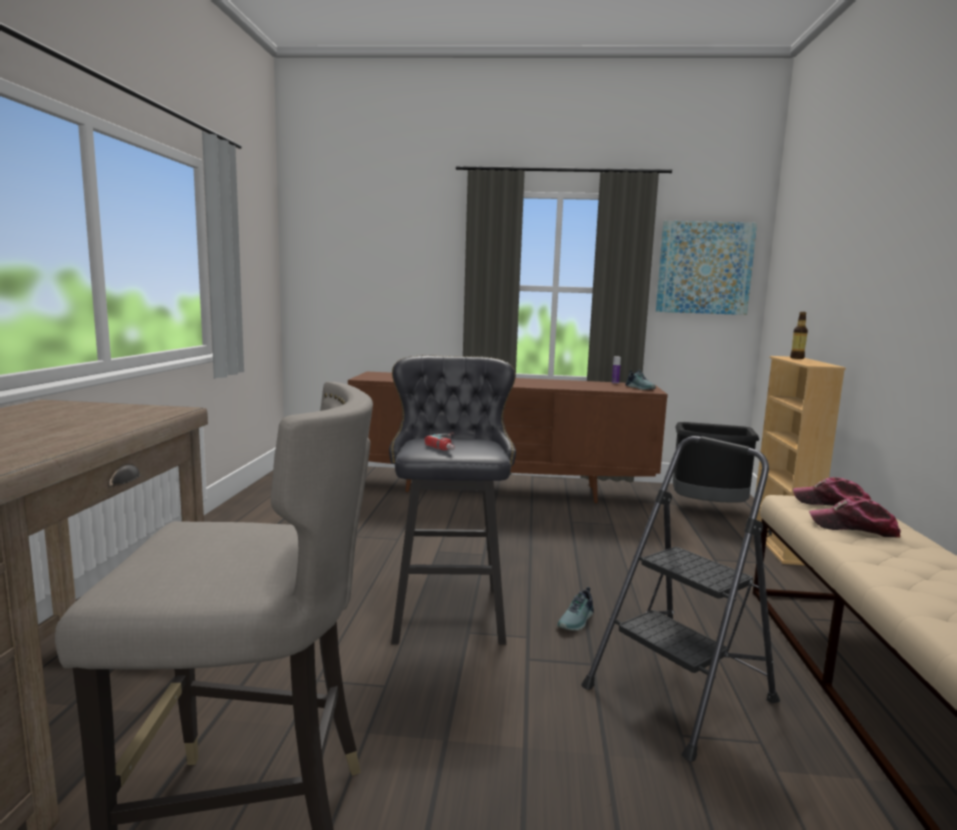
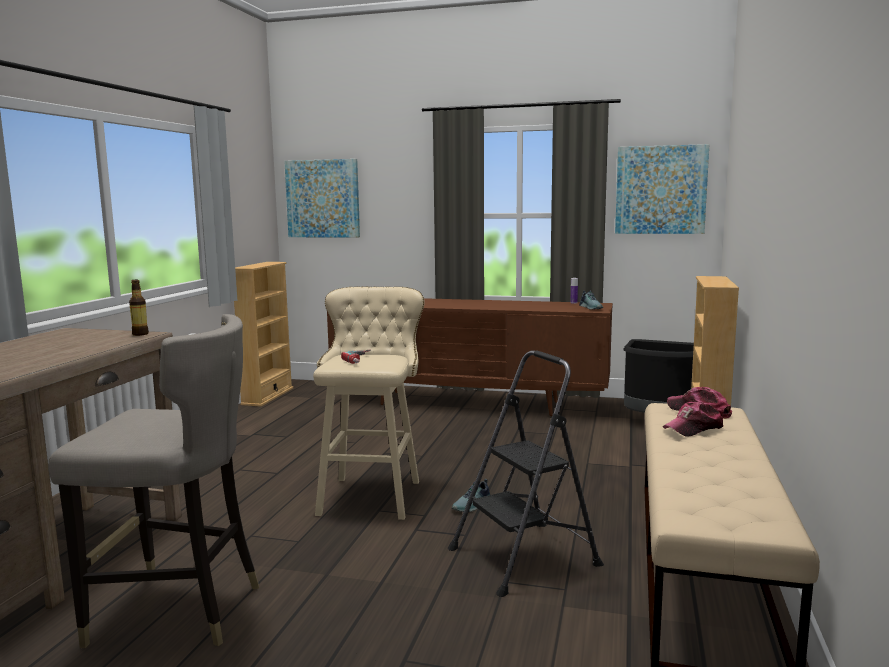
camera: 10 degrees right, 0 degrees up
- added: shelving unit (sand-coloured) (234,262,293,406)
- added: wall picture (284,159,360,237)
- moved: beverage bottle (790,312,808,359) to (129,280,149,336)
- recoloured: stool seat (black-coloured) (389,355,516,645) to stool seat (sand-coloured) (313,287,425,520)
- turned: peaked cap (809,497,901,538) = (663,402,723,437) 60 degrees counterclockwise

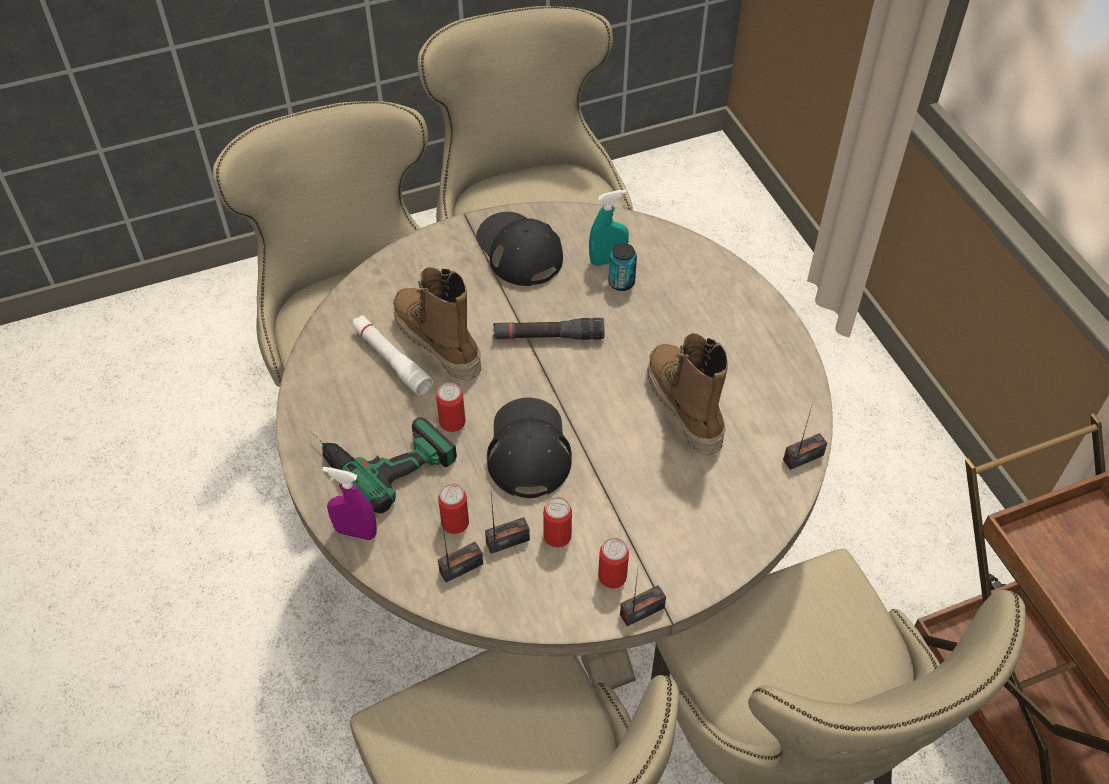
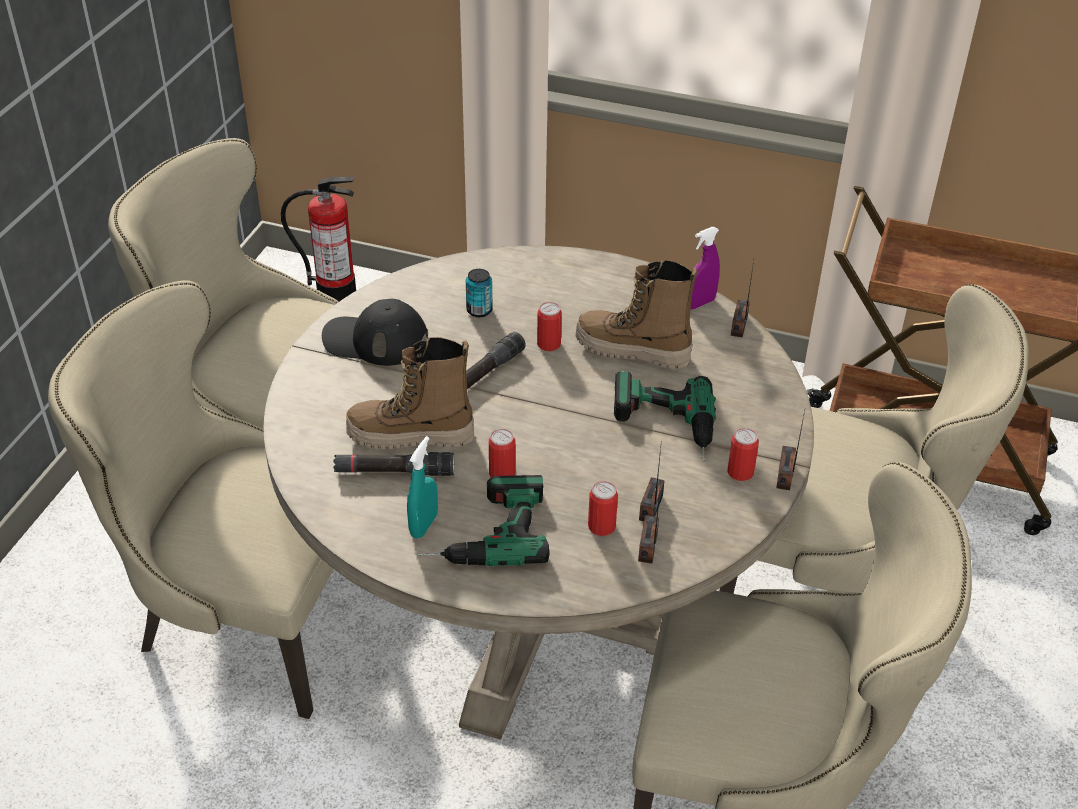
camera: 50 degrees left, 10 degrees down
- removed: peaked cap (black-coloured) (487,397,572,498)
- added: fire extinguisher (281,176,356,301)
- added: electric drill (614,371,716,462)
- moved: spray bottle (purple) (322,467,377,540) to (691,227,720,309)
- moved: can (543,497,572,547) to (537,302,562,351)
- moved: spray bottle (blue-green) (589,189,629,266) to (407,436,438,539)
- recoloured: flashlight (white-coloured) (352,315,433,395) to flashlight (black-coloured) (333,452,454,476)

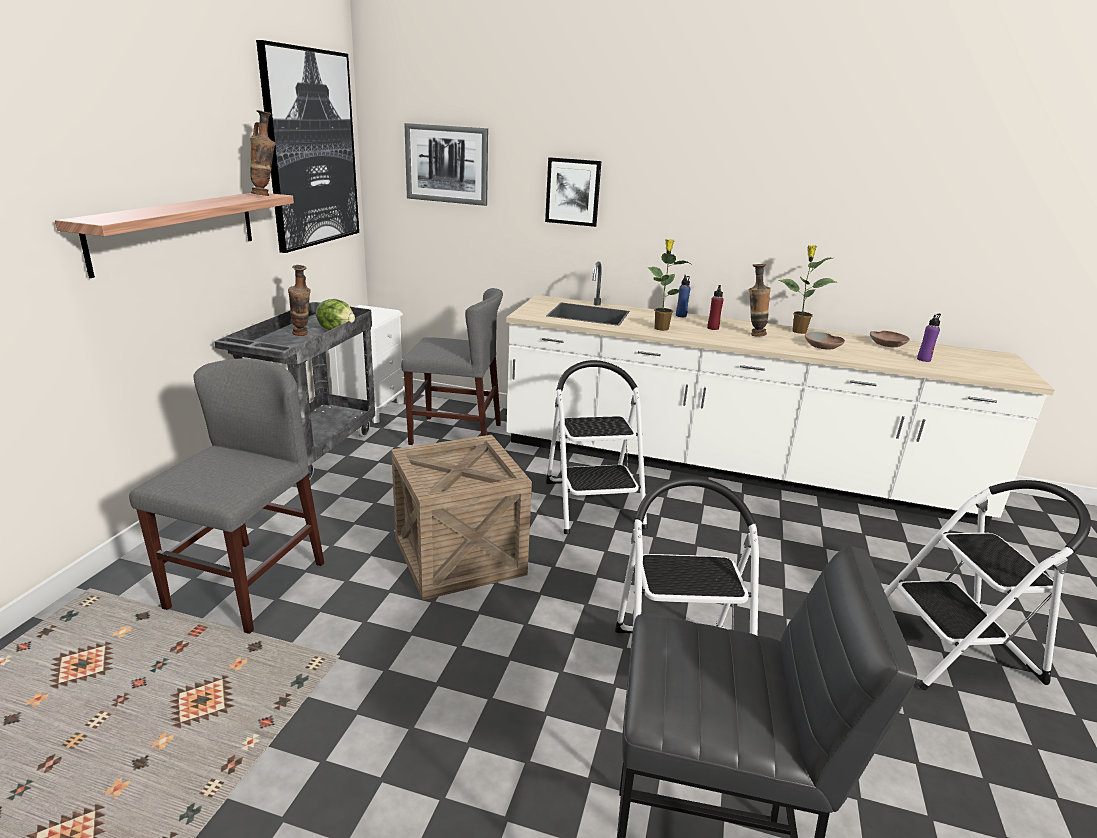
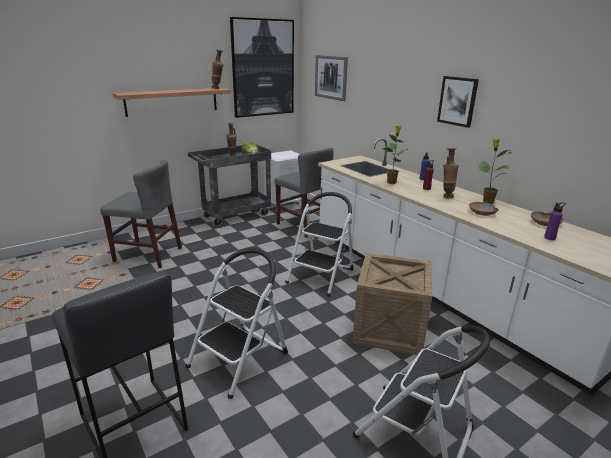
camera: 40 degrees right, 0 degrees up
- moved: packing crate (391,435,532,600) to (352,253,432,355)
- moved: wall picture (545,157,601,227) to (437,76,479,128)
- turned: upright chair (greyish) (129,358,324,634) = (100,160,182,268) 45 degrees clockwise

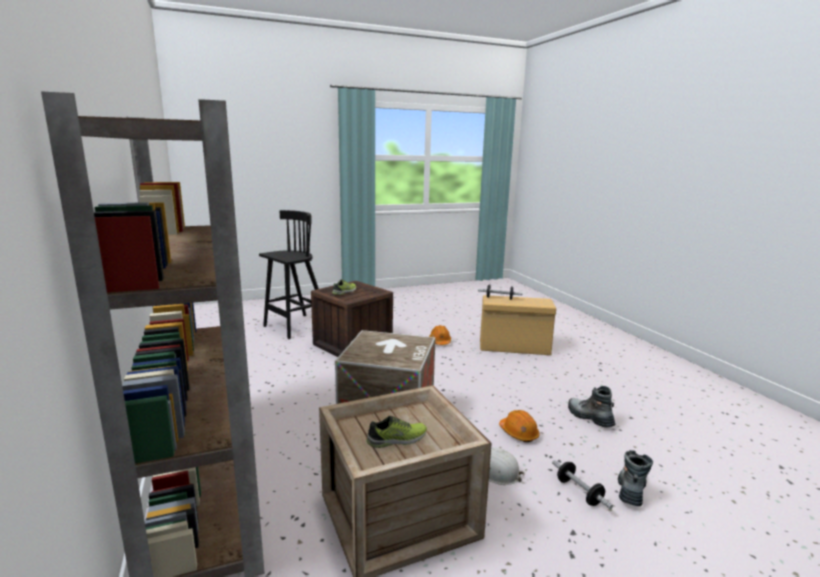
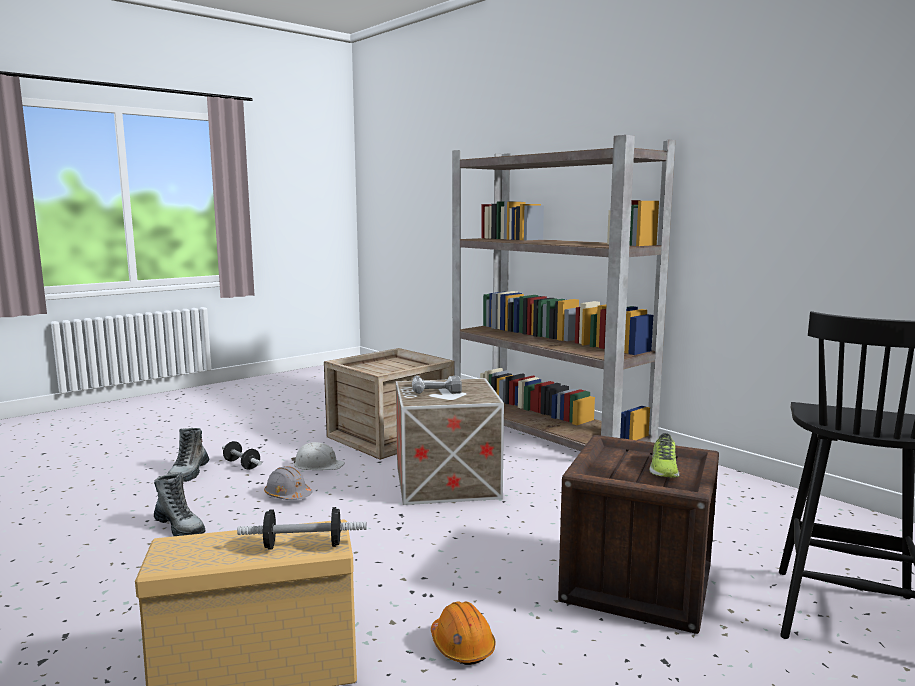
camera: 160 degrees right, 5 degrees down
- removed: low shoe (366,416,427,448)
- added: electric drill (412,375,462,394)
- recoloured: hard hat (orangey) (499,410,540,442) to hard hat (greyish) (264,466,312,500)

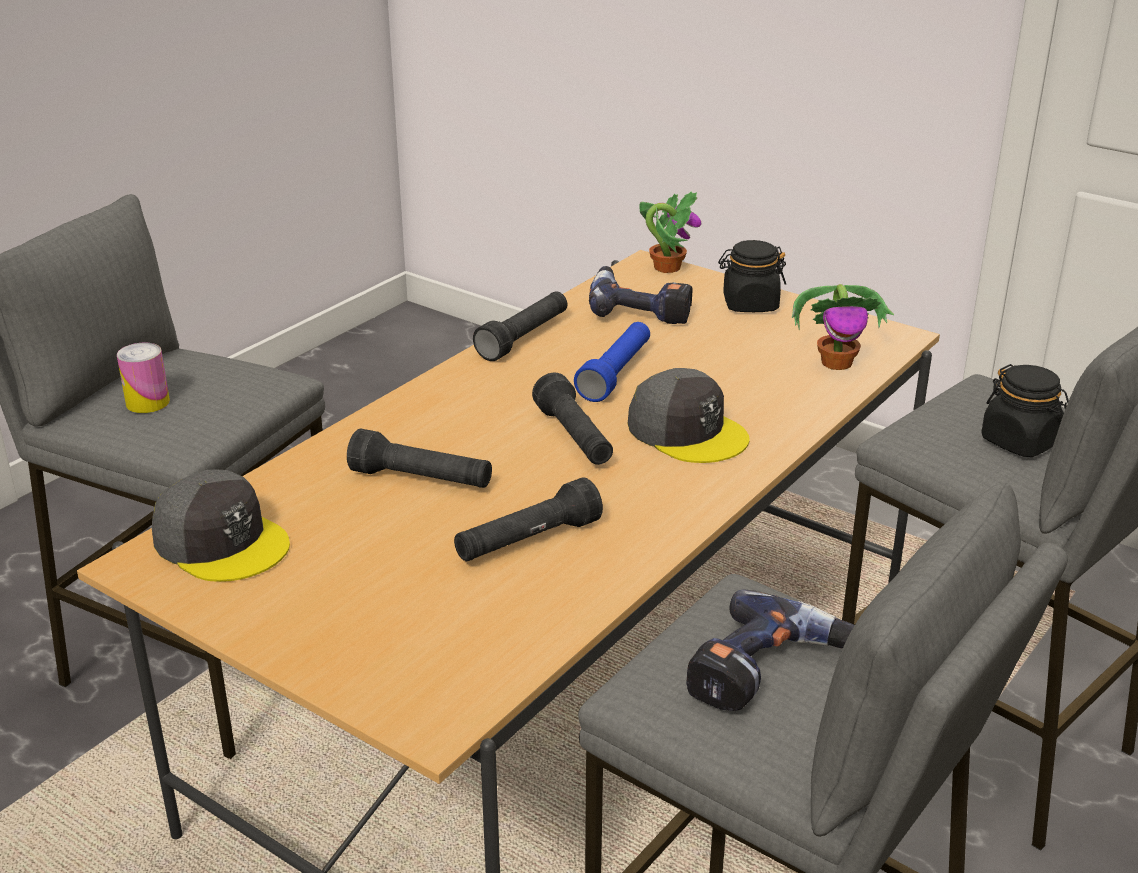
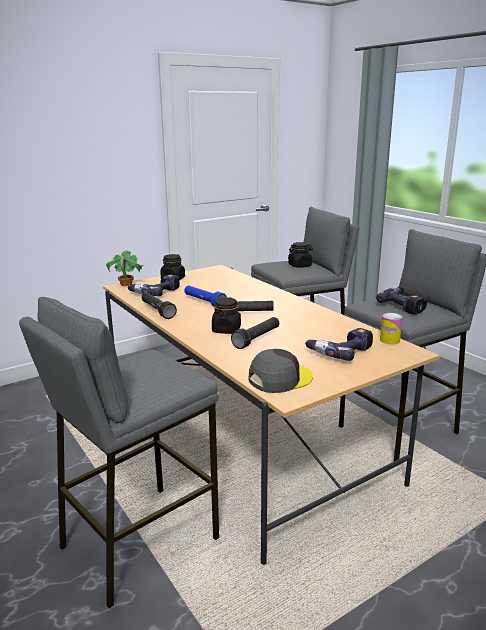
camera: 70 degrees left, 10 degrees down
- removed: flashlight (black-coloured) (454,477,603,561)
- removed: peaked cap (greyish) (627,368,750,463)
- removed: plant in a pot (792,284,894,370)
- added: preserve jar (black-coloured) (212,297,241,334)
- added: electric drill (305,328,373,361)
- moved: can (117,343,170,413) to (380,313,402,344)

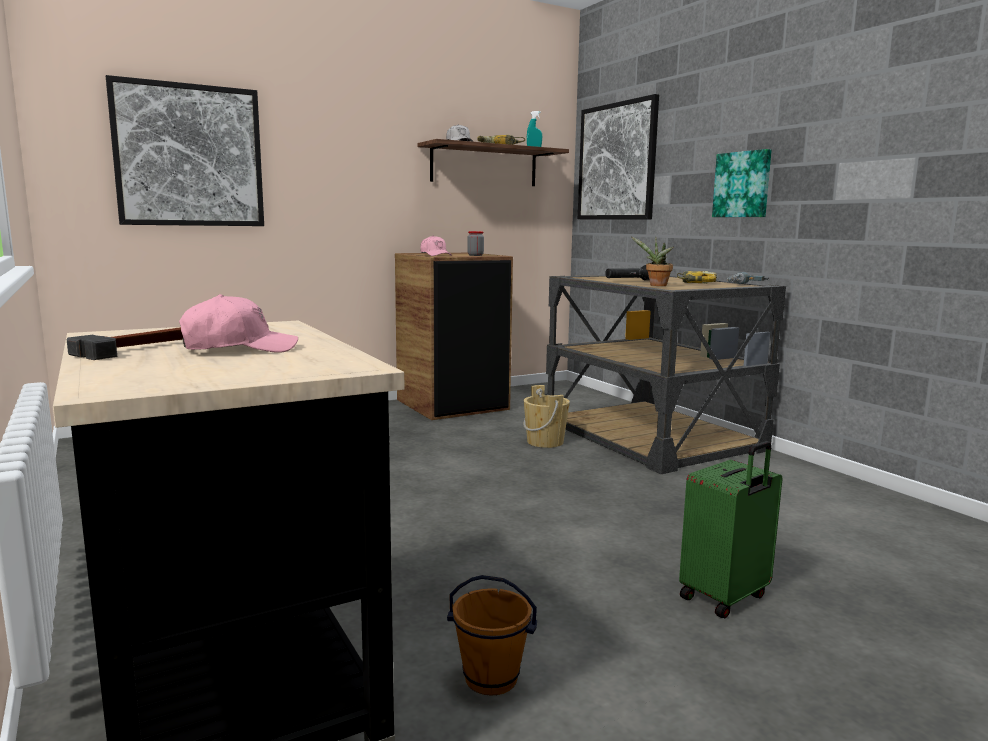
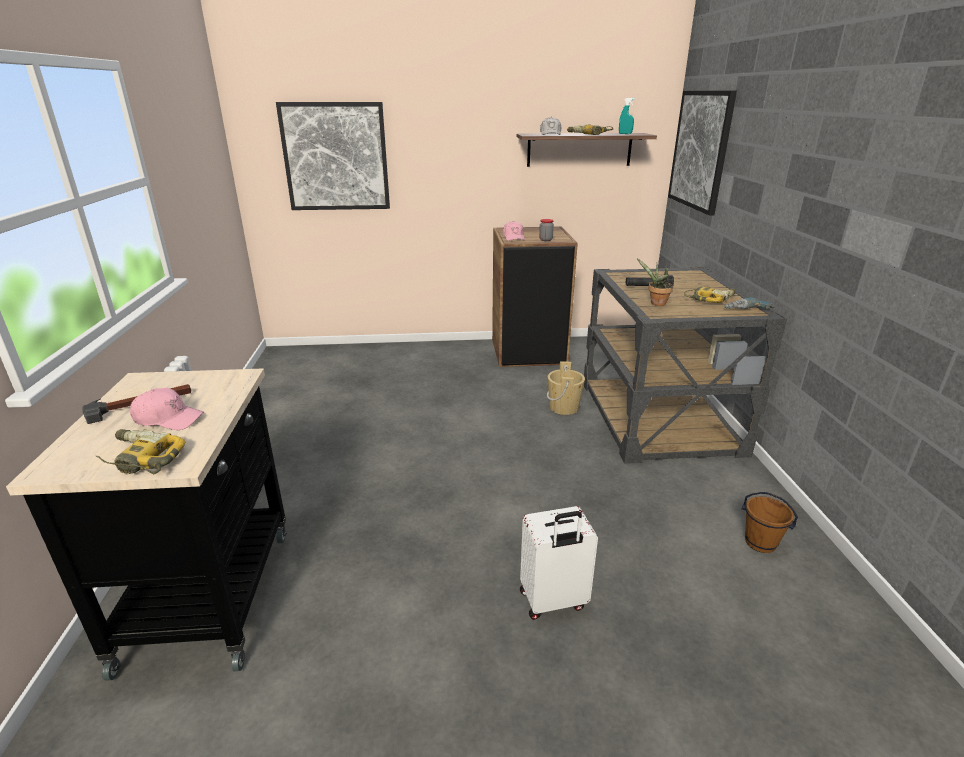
camera: 25 degrees right, 15 degrees up
- removed: wall picture (712,149,772,217)
- added: electric drill (96,429,185,475)
- moved: bucket (brownish) (447,575,537,696) to (742,492,798,553)
- recoloured: piece of luggage (green-coloured) (679,441,782,618) to piece of luggage (white-coloured) (520,506,598,620)

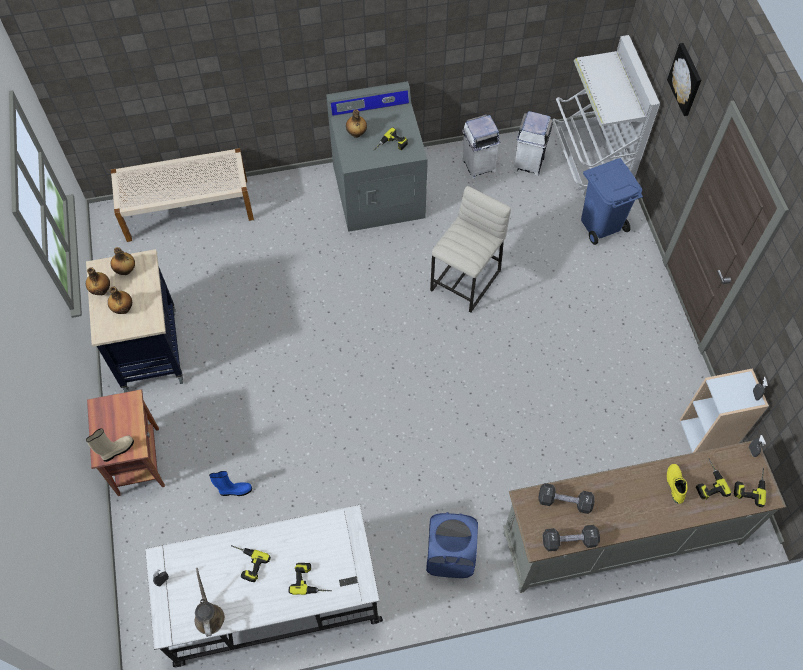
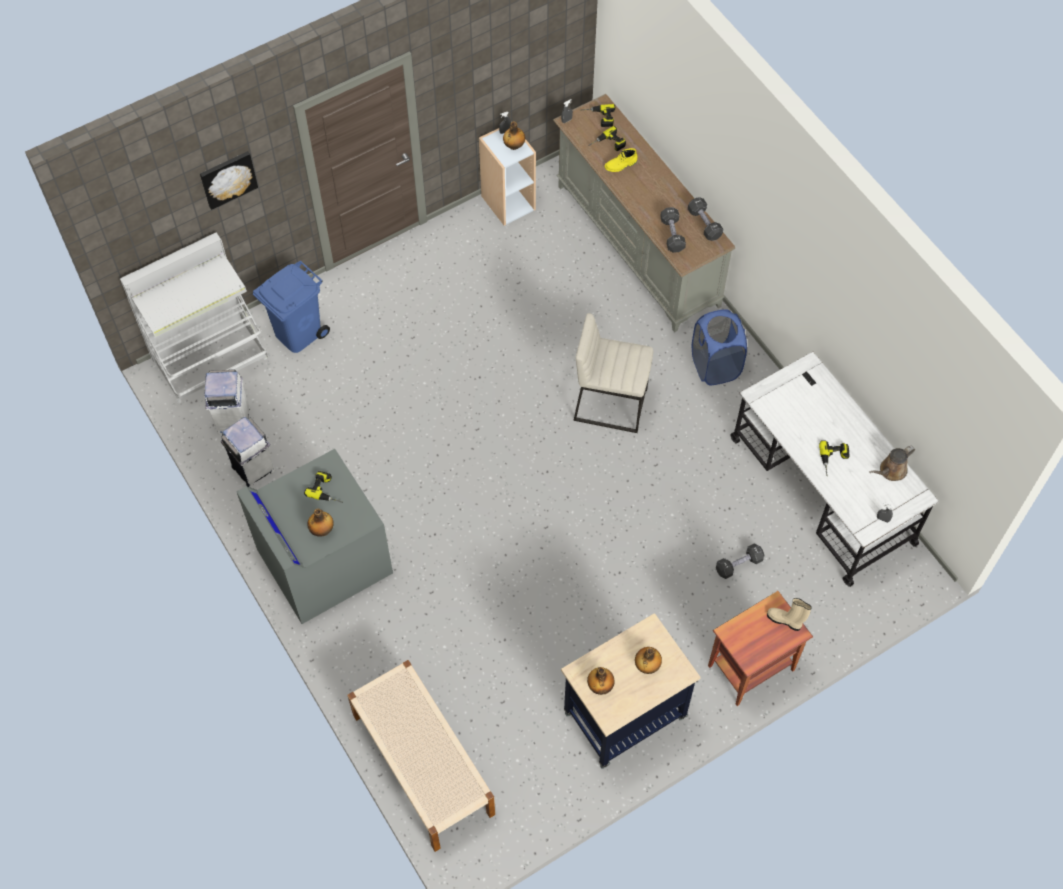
camera: 110 degrees left, 0 degrees up
- removed: electric drill (288,563,332,595)
- moved: beverage bottle (86,267,110,295) to (503,121,525,150)
- moved: stool seat (sand-coloured) (430,186,511,313) to (573,313,653,433)
- replaced: boot (bluish) (209,471,252,496) to free weight (black-coloured) (716,543,764,579)

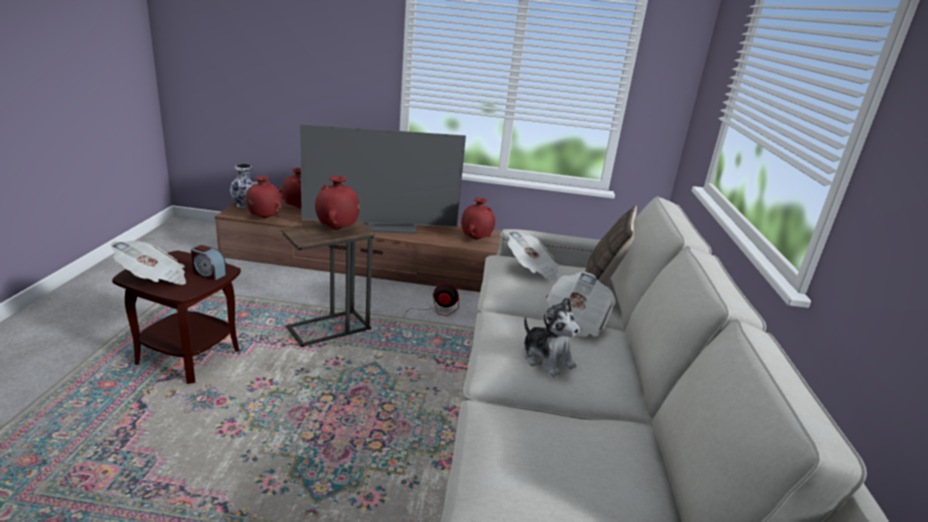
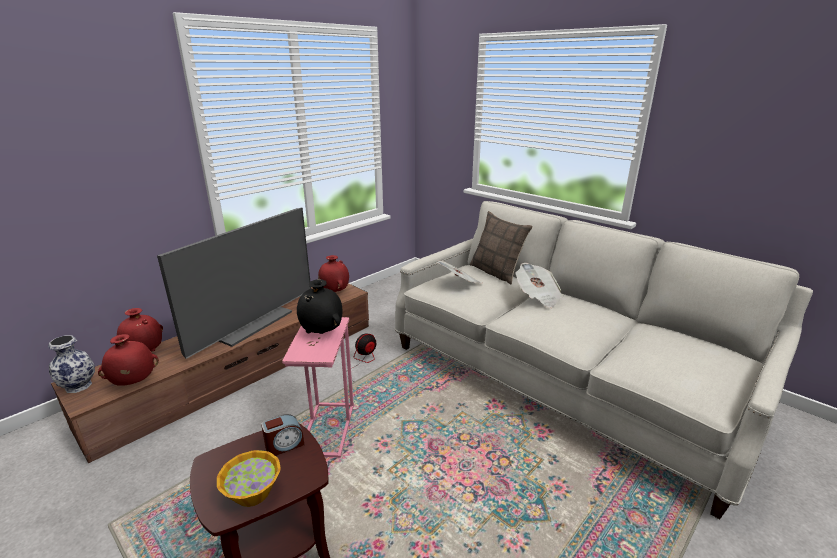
camera: 50 degrees left, 0 degrees up
- removed: plush toy (523,297,580,377)
- replaced: newspaper (111,241,186,285) to deep dish (217,450,281,507)
- recoloured: side table (brownish) (281,219,375,347) to side table (pink-coloured) (282,317,354,458)
- recoloured: flower vase (reddish) (315,176,360,230) to flower vase (black-coloured) (297,279,342,334)

